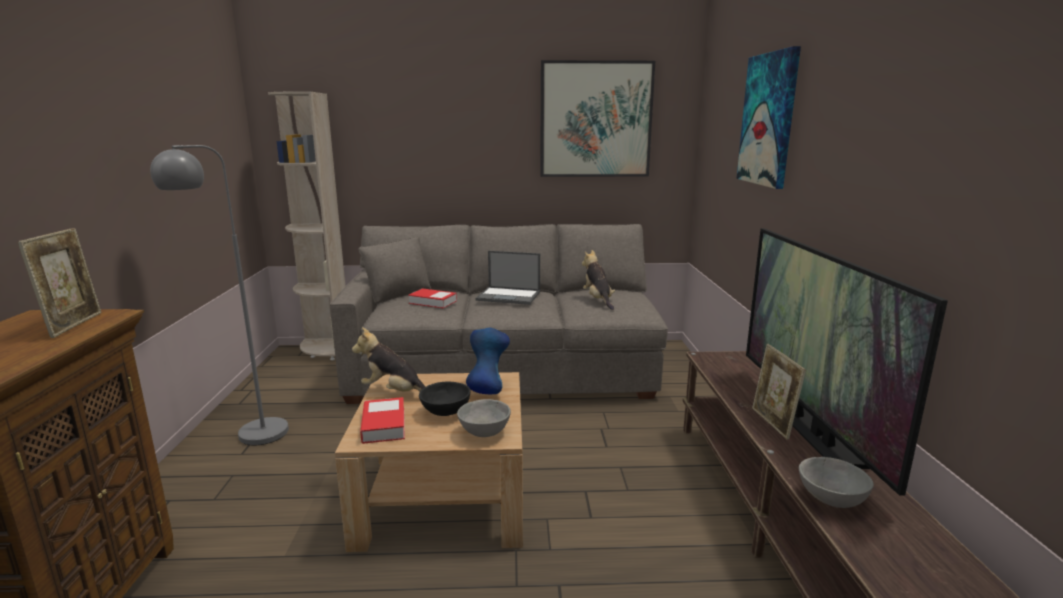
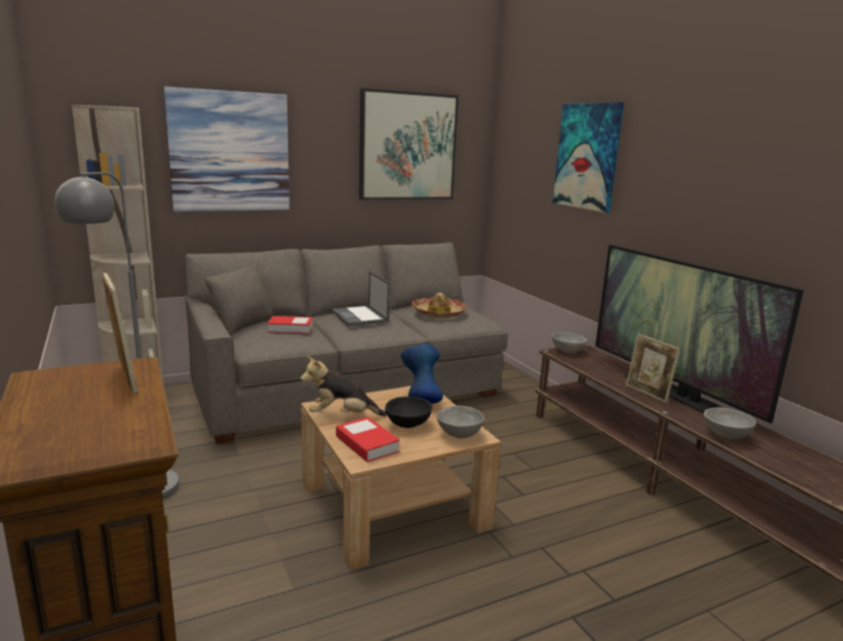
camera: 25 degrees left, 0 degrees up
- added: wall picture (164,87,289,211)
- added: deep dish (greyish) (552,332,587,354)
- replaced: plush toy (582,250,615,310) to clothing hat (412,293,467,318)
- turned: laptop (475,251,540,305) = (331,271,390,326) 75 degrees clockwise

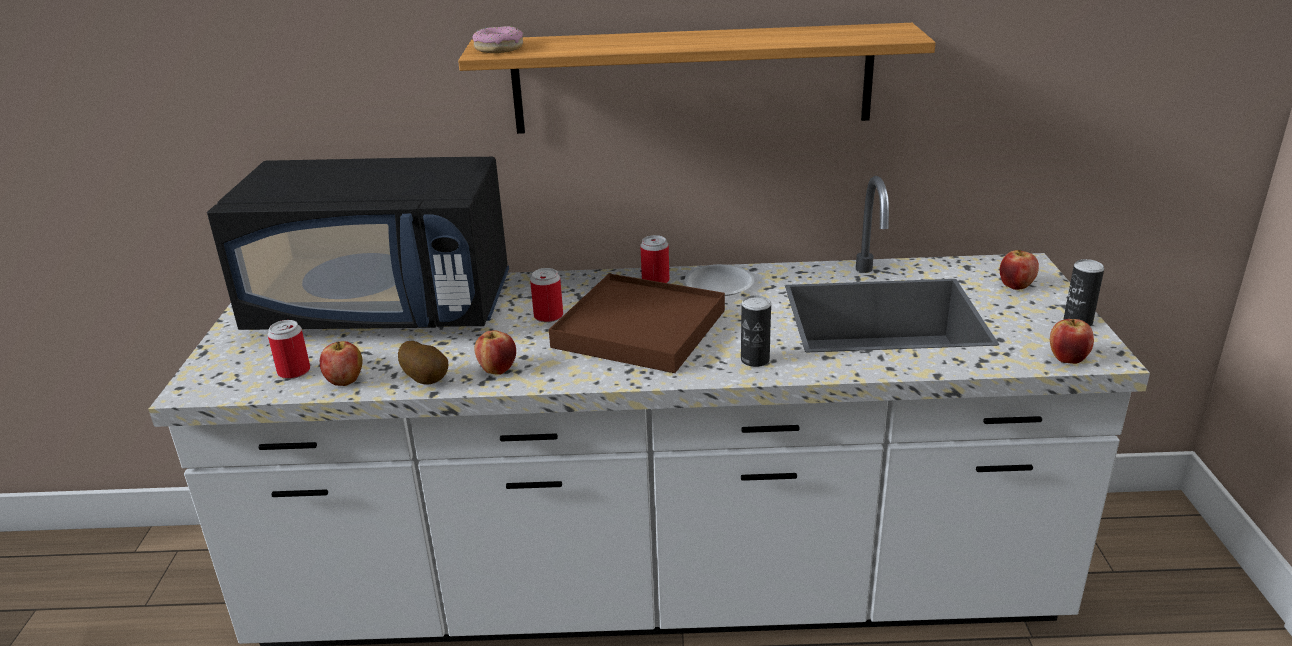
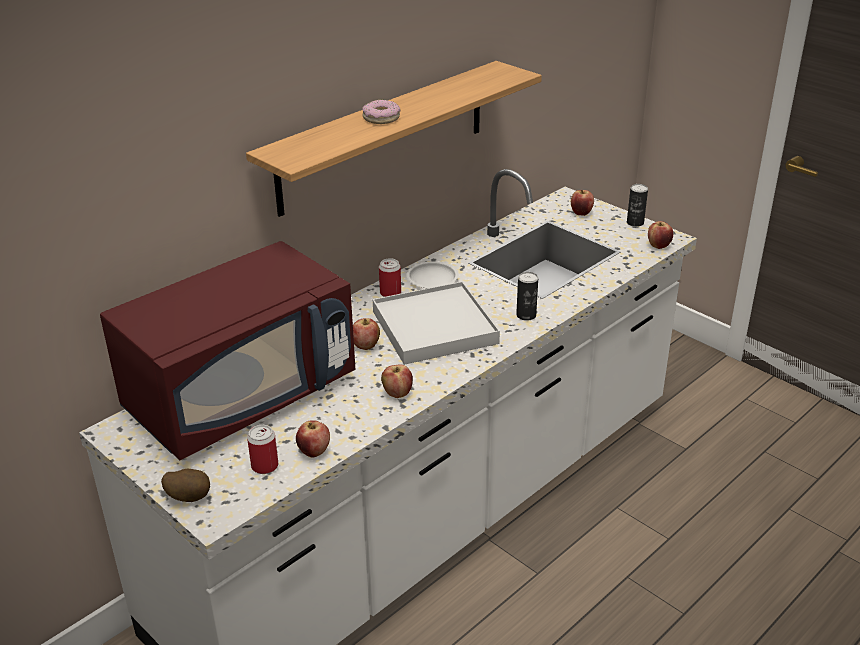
camera: 45 degrees left, 5 degrees up
- moved: whole potato (398,341,448,385) to (161,469,210,502)
- moved: donut (472,26,523,53) to (362,100,401,124)
- replaced: can (530,268,563,322) to whole apple (353,318,380,350)
- recoloured: microwave oven (black-coloured) (207,157,509,330) to microwave oven (reddish) (100,241,355,460)
- recoloured: serving tray (brownish) (549,273,725,373) to serving tray (white-coloured) (373,281,500,365)

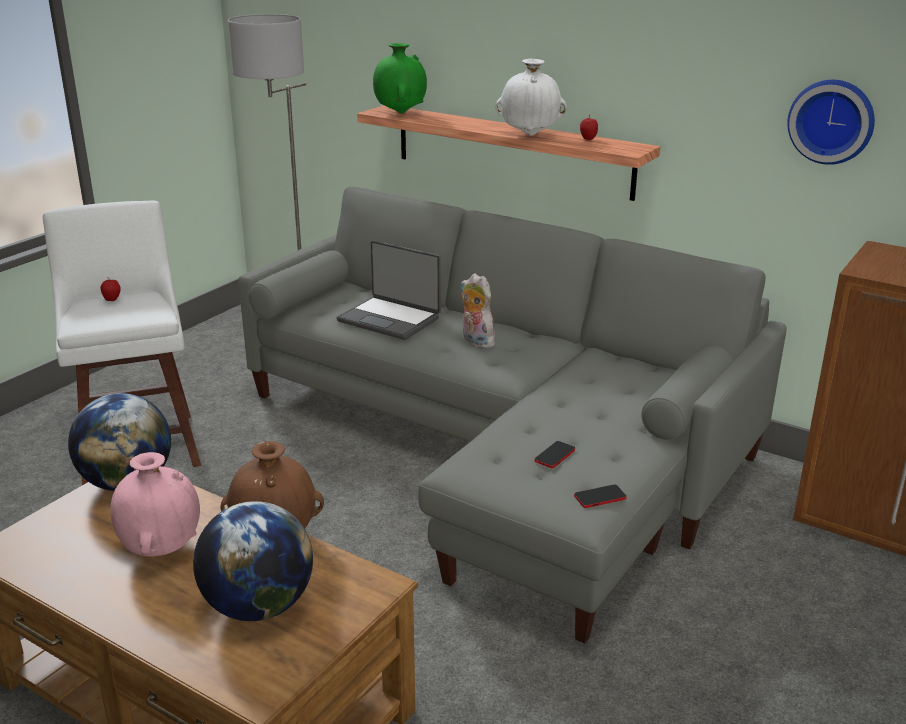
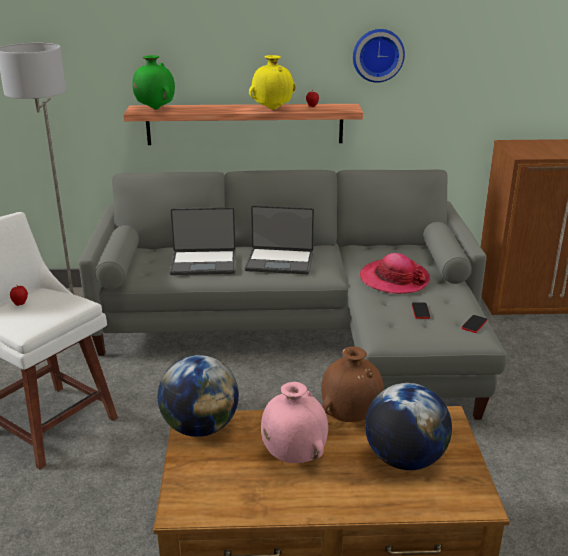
camera: 35 degrees left, 0 degrees up
- added: clothing hat (360,253,430,294)
- moved: hanging clock (787,80,875,165) to (353,29,405,83)
- replaced: plush toy (461,273,496,349) to laptop (245,205,314,274)
- recoloured: flower vase (white-coloured) (495,59,567,136) to flower vase (yellowish) (249,55,296,110)

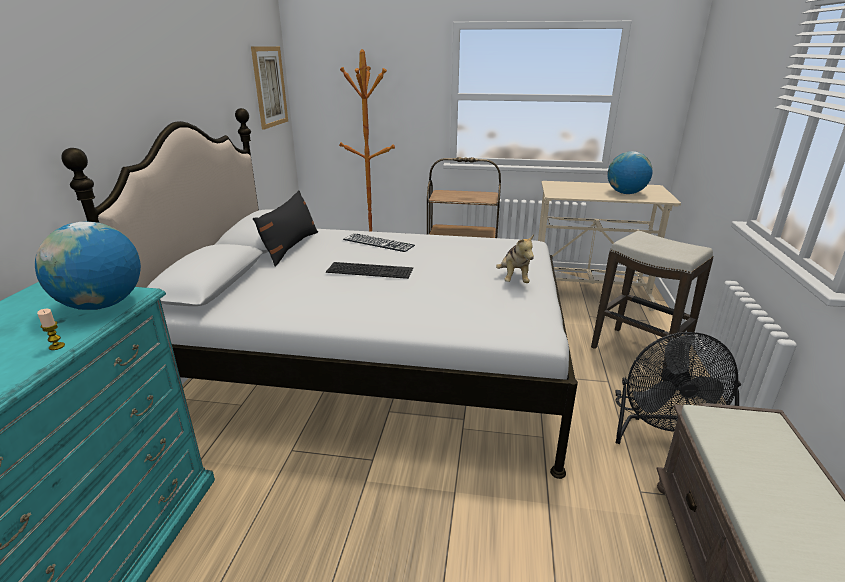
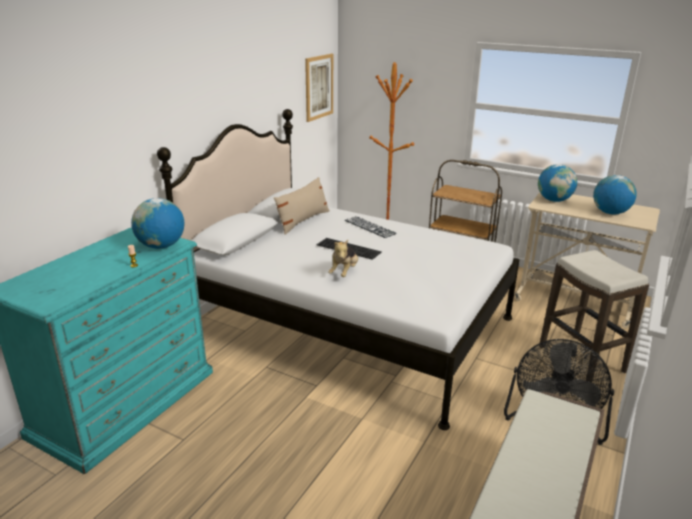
camera: 20 degrees right, 0 degrees up
- added: globe (538,164,577,202)
- moved: plush toy (496,235,534,283) to (328,240,358,277)
- recoloured: throw pillow (black-coloured) (253,190,318,267) to throw pillow (sand-coloured) (274,177,330,235)

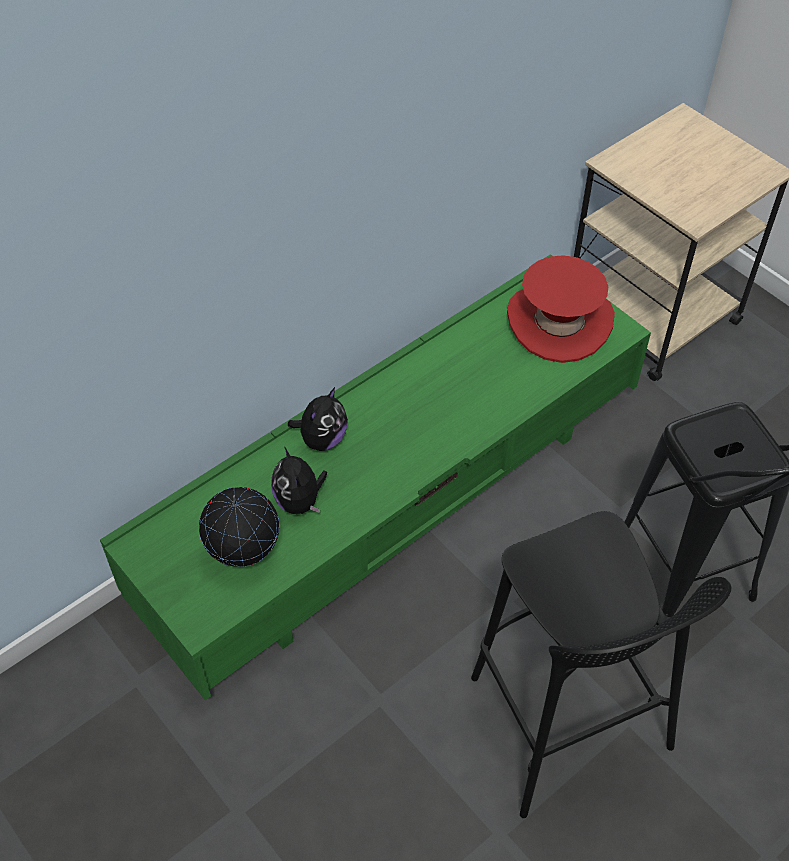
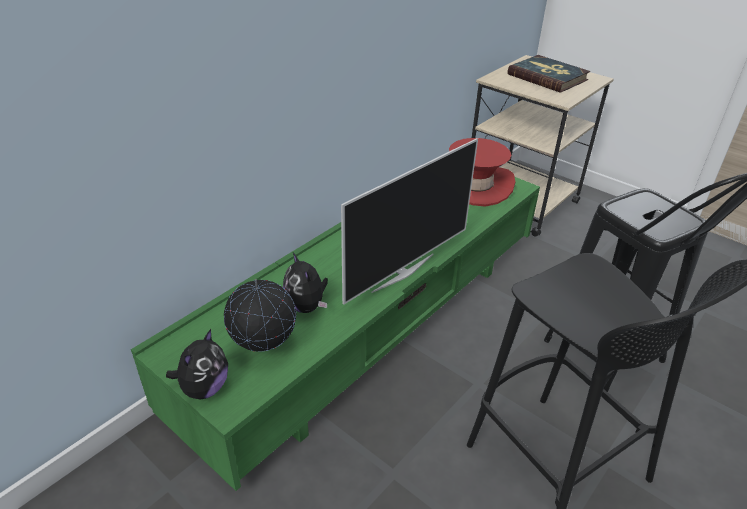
camera: 10 degrees left, 15 degrees down
- added: TV (341,138,478,305)
- added: book (508,55,590,93)
- moved: plush toy (288,387,348,451) to (166,329,228,400)

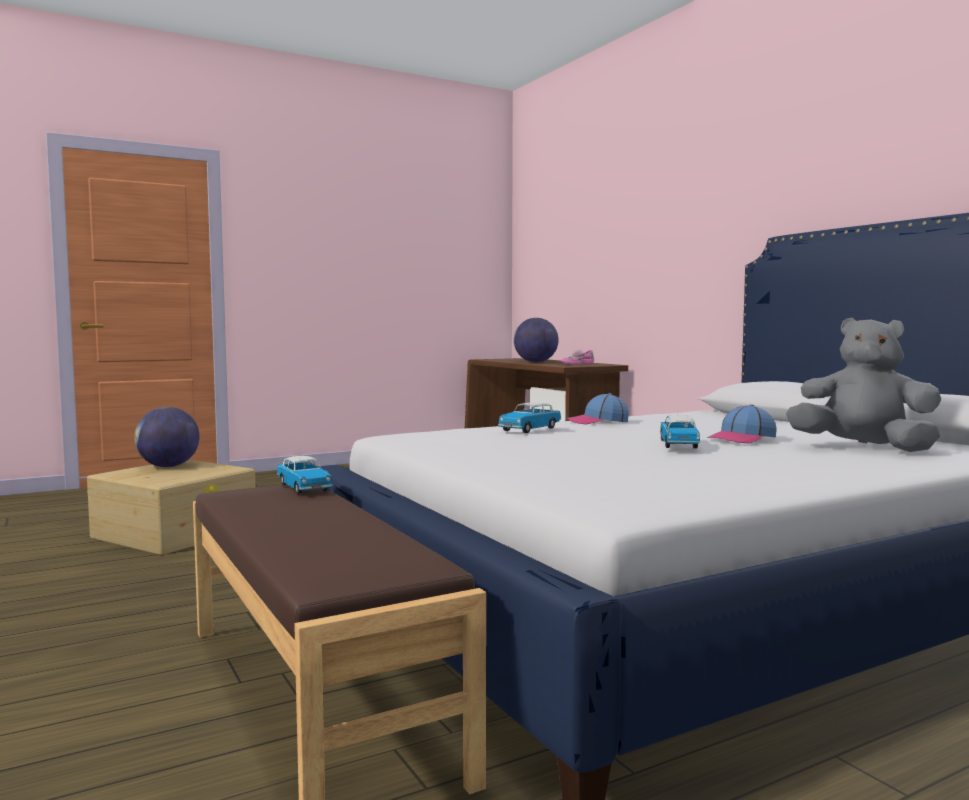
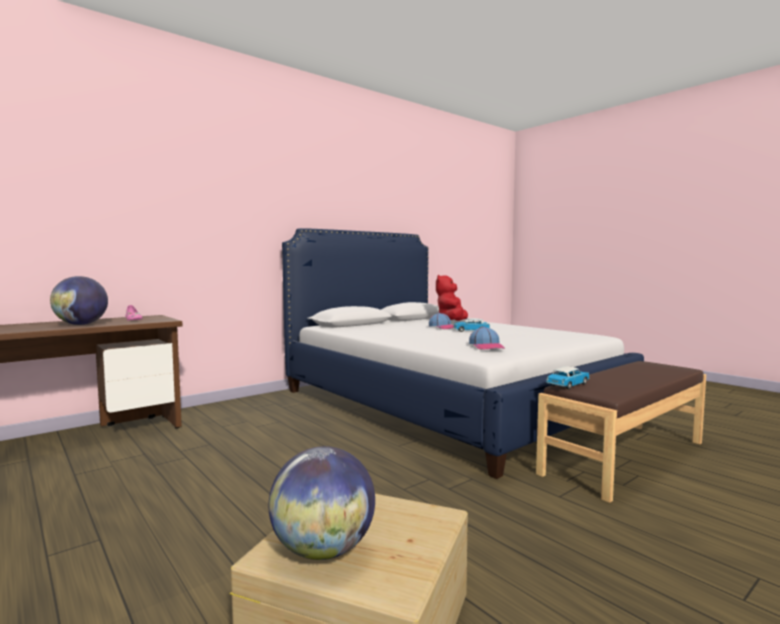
camera: 100 degrees left, 0 degrees up
- removed: model car (498,402,561,433)
- moved: peaked cap (567,393,629,424) to (469,327,505,350)
- recoloured: plush toy (greyish) (786,317,941,452) to plush toy (reddish) (436,275,468,321)

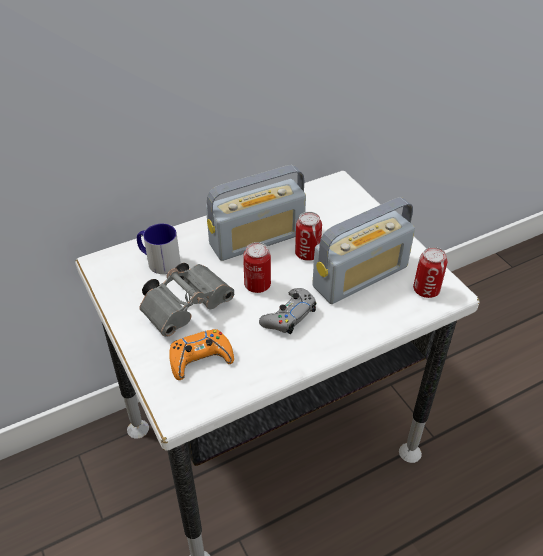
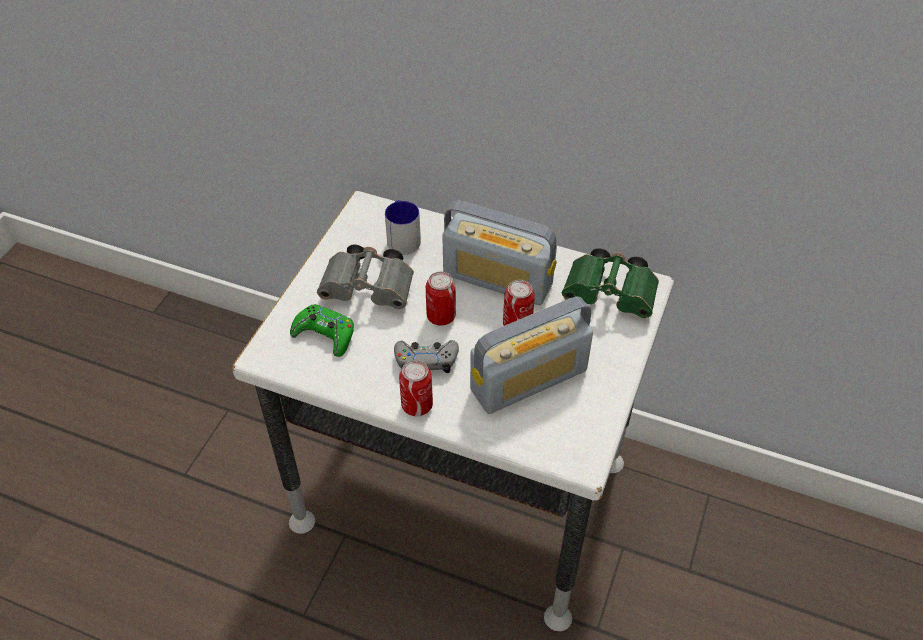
camera: 50 degrees right, 5 degrees up
- added: field glasses (green-coloured) (562,248,659,318)
- moved: can (413,247,447,298) to (399,360,433,416)
- recoloured: gamepad (orangey) (169,329,234,380) to gamepad (green-coloured) (290,304,354,357)
- turned: radio set (312,197,415,304) = (470,297,593,414) 45 degrees counterclockwise

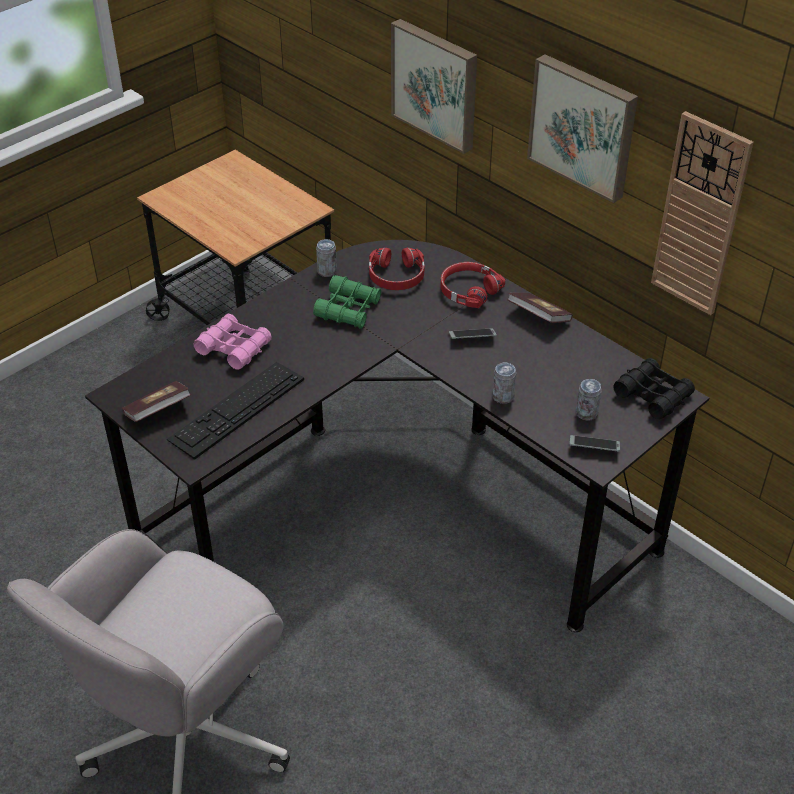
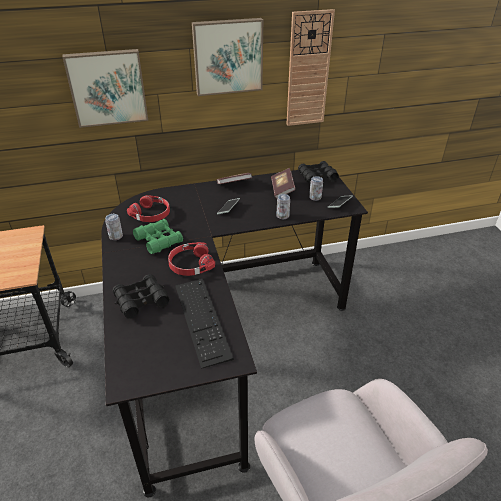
camera: 60 degrees left, 5 degrees down
- moved: book (122,381,192,422) to (271,168,296,199)
- moved: headset (reddish) (441,262,505,308) to (168,242,215,276)
- recoloured: field glasses (pink-coloured) (193,314,272,370) to field glasses (black-coloured) (113,274,169,319)

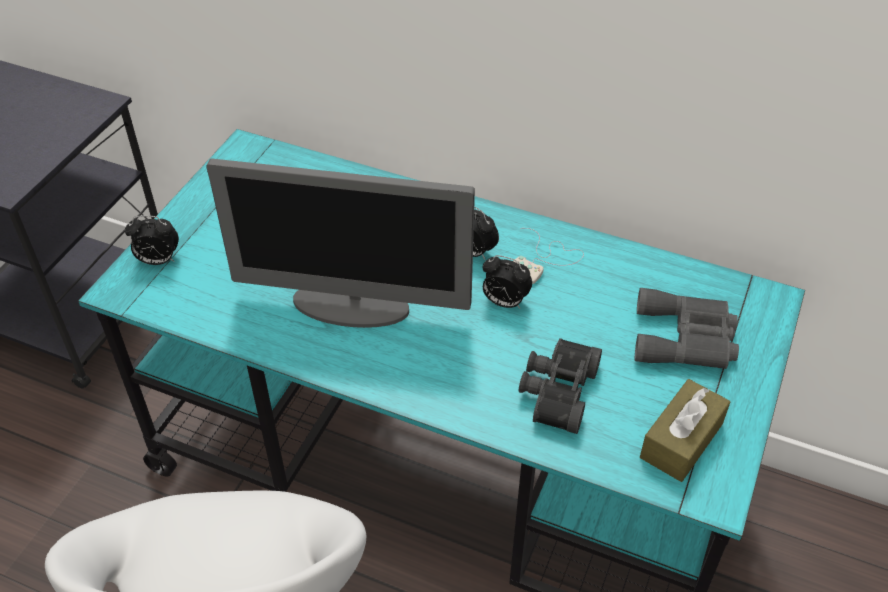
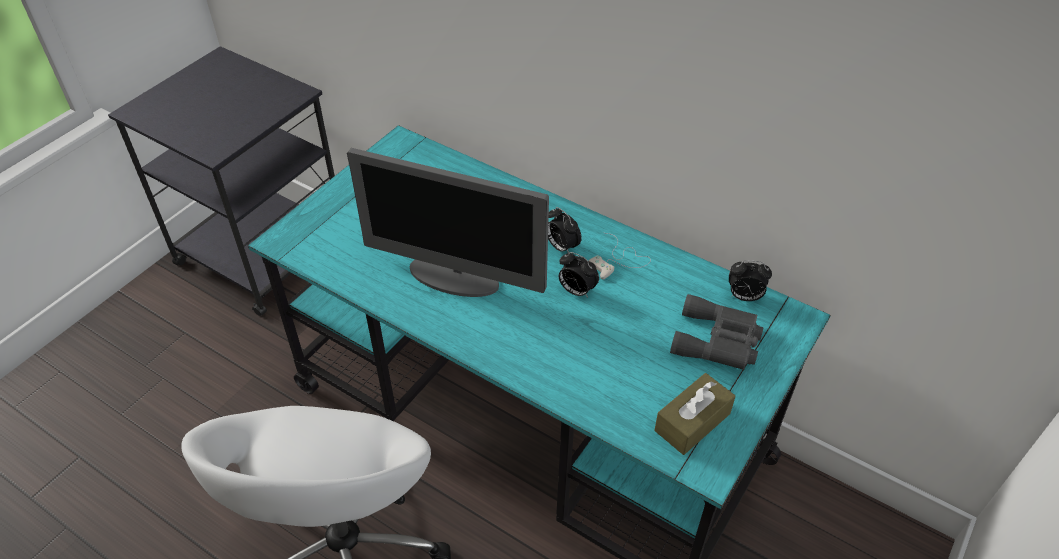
camera: 10 degrees right, 0 degrees up
- removed: field glasses (black-coloured) (519,338,602,434)
- moved: table clock (125,215,179,265) to (729,260,772,301)

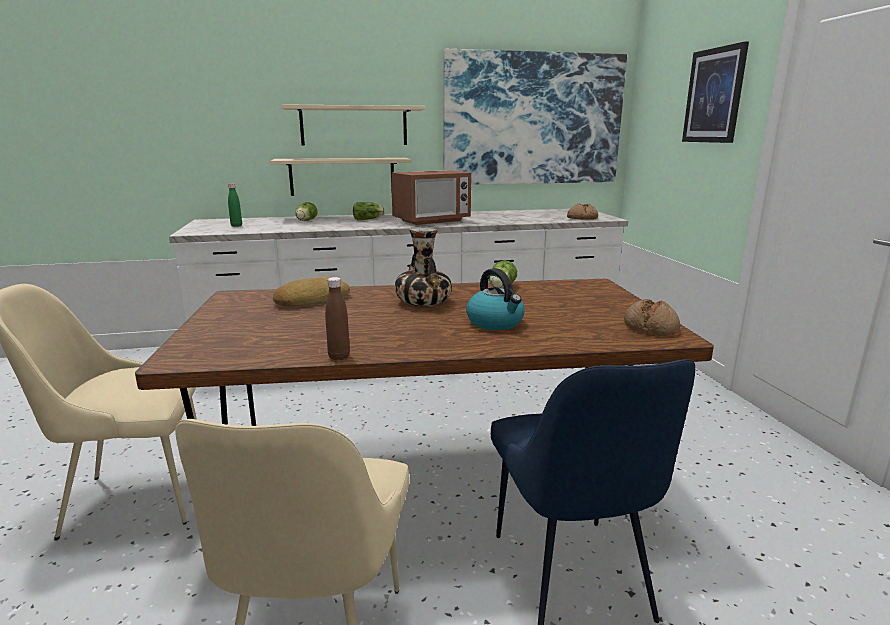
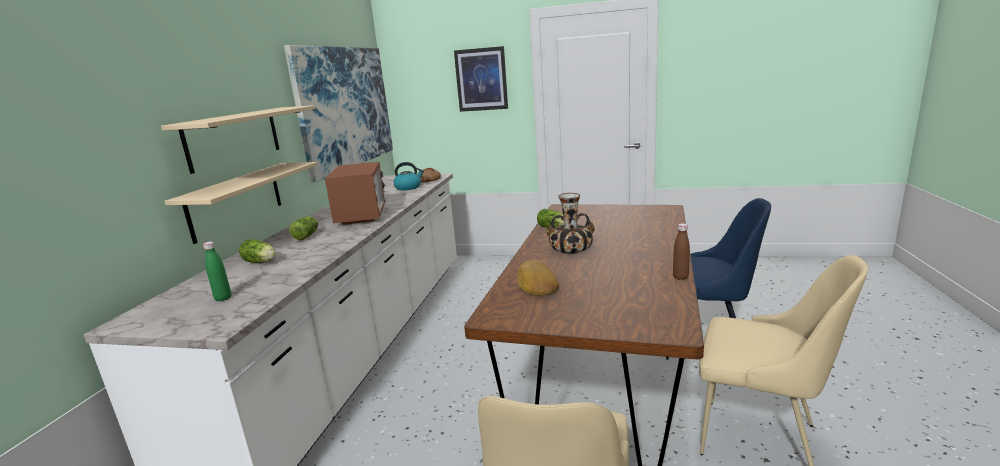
camera: 65 degrees left, 0 degrees up
- removed: bakery bread (624,299,680,336)
- moved: kettle (466,268,524,330) to (393,162,424,190)

